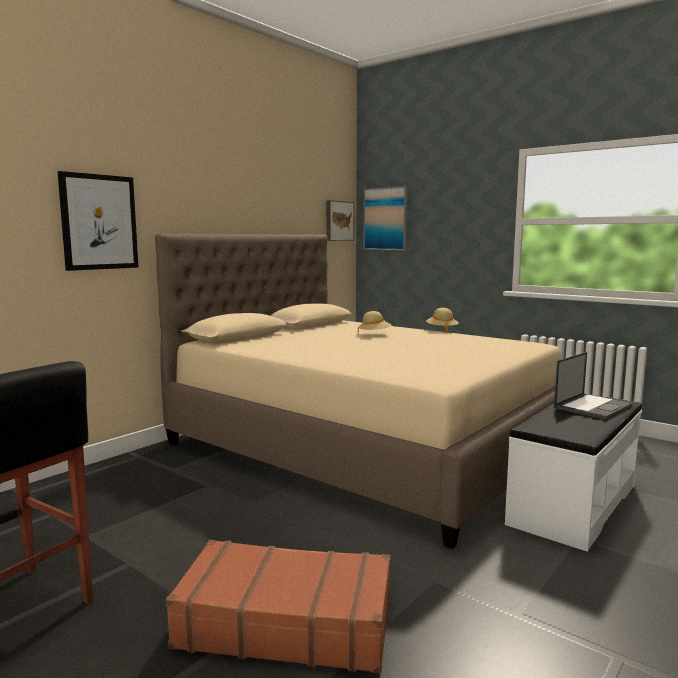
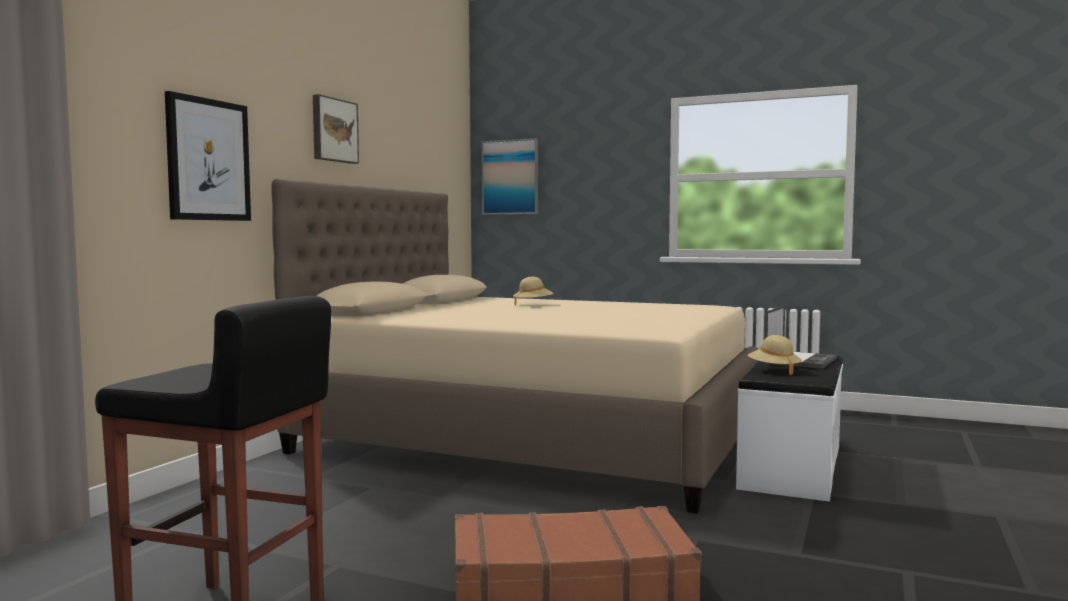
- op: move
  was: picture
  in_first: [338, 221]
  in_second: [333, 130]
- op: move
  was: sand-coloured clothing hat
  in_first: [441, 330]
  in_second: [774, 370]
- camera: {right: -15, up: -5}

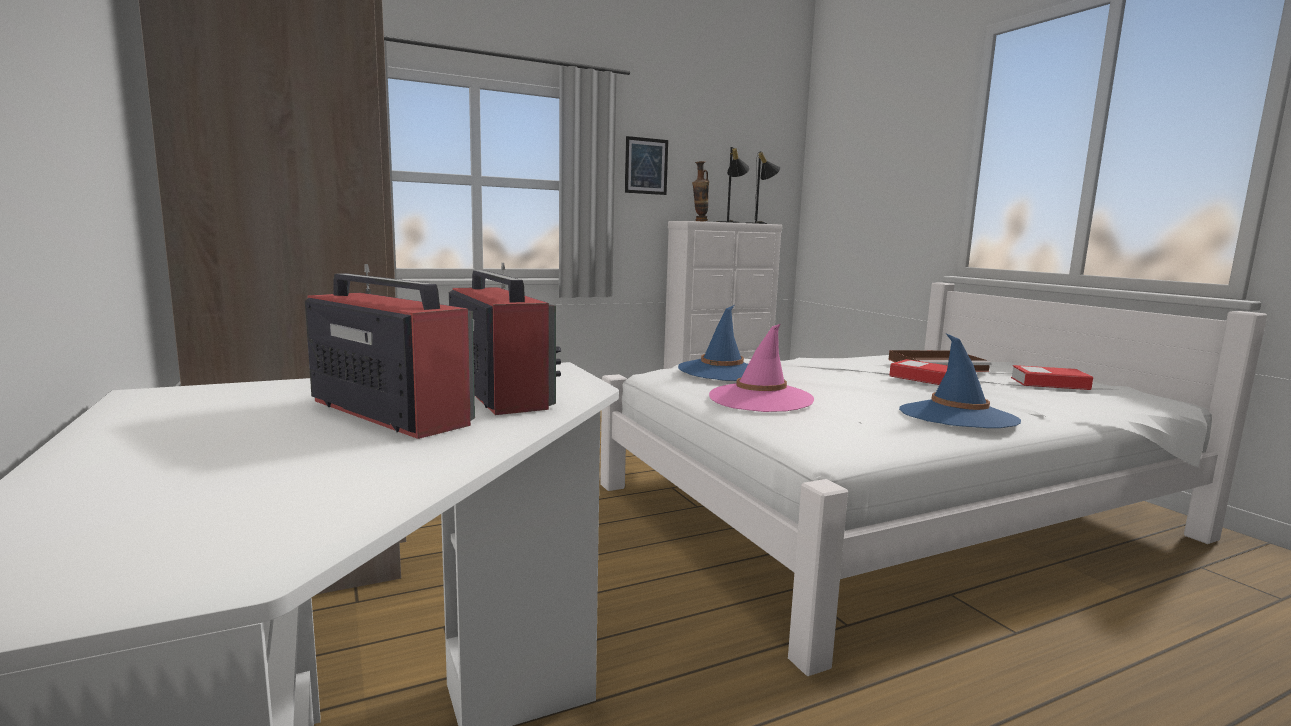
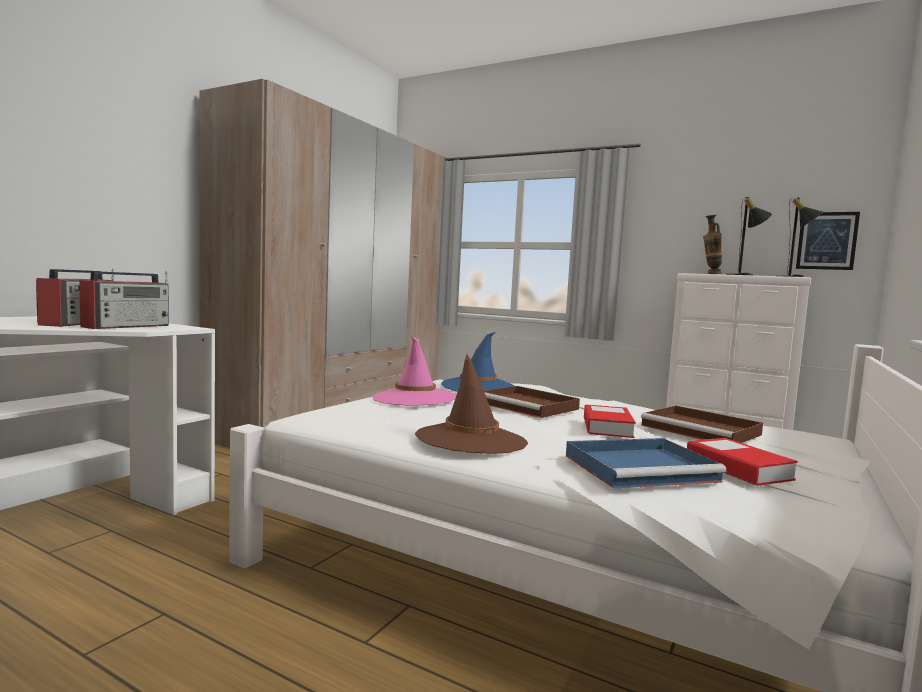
- op: recolor
  was: blue-coloured clothing hat
  now: brownish clothing hat
  in_first: [957, 416]
  in_second: [471, 440]
- op: insert
  now: brownish tray
  in_second: [529, 406]
- op: insert
  now: blue-coloured tray
  in_second: [642, 468]
- op: move
  was: picture
  in_first: [646, 166]
  in_second: [827, 241]
- camera: {right: 55, up: -5}

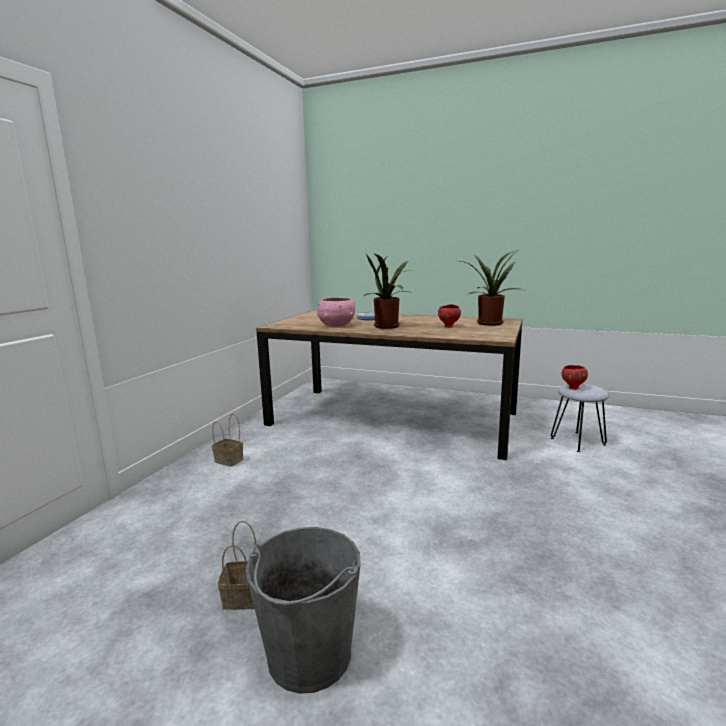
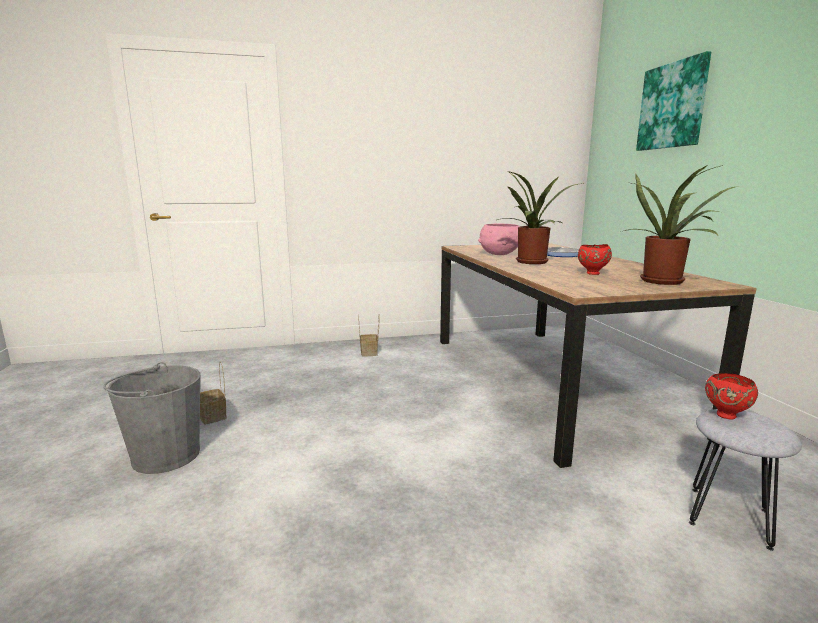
- op: insert
  now: picture
  in_second: [672, 106]
- camera: {right: 55, up: 0}

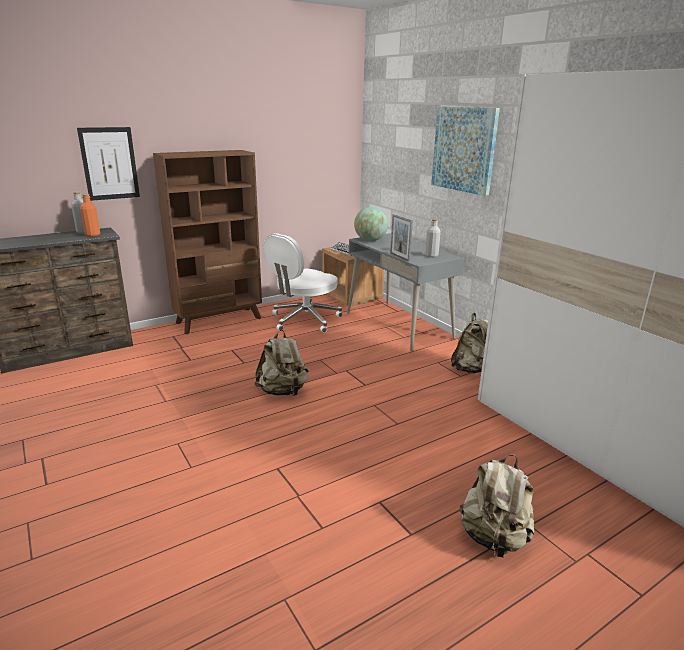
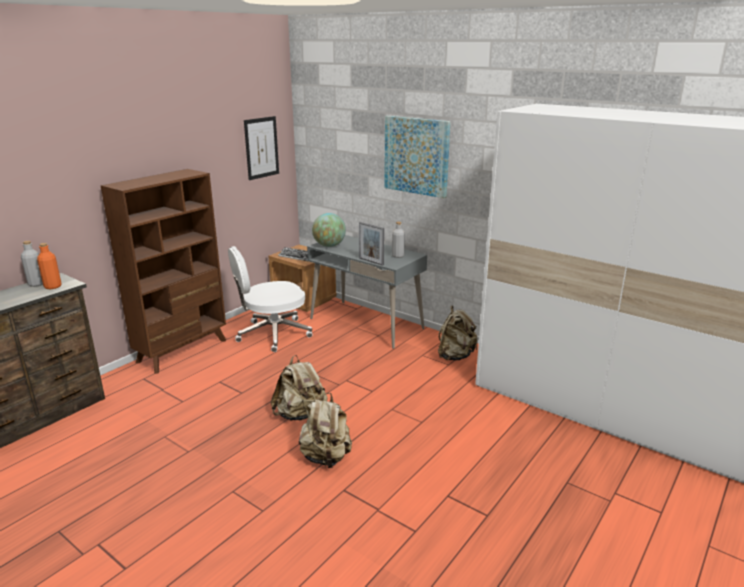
- op: rotate
  was: whitish office chair
  in_first: [304, 320]
  in_second: [272, 334]
  clockwise: 45
- op: move
  was: picture
  in_first: [109, 163]
  in_second: [261, 148]
- op: move
  was: sand-coloured backpack
  in_first: [493, 538]
  in_second: [326, 457]
- camera: {right: -20, up: 0}

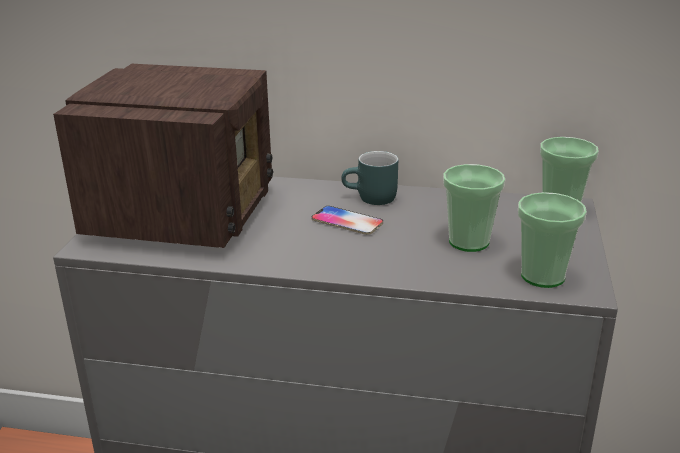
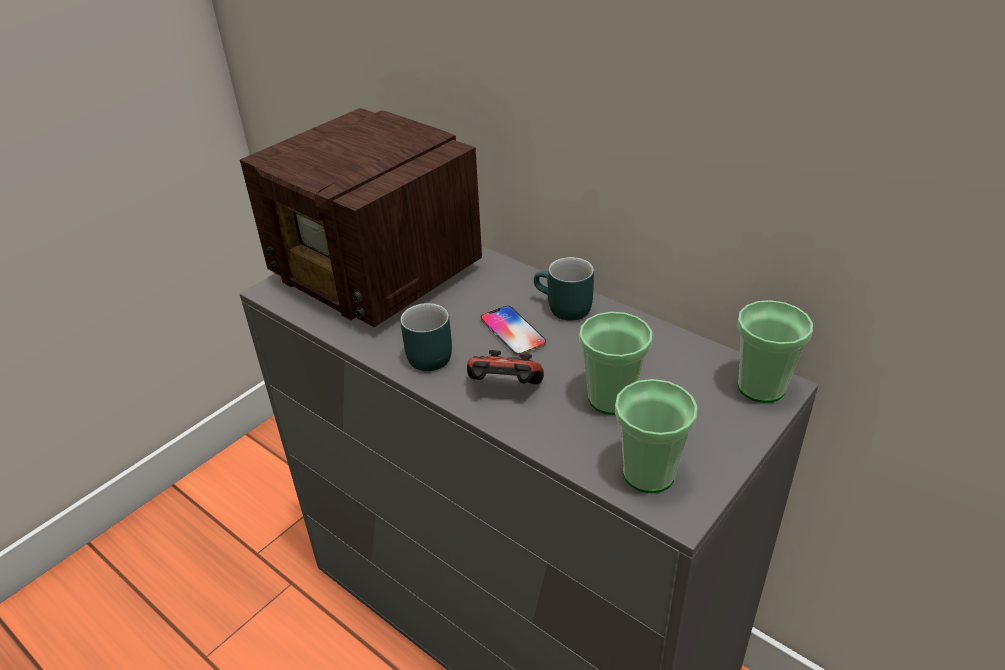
- op: rotate
  was: radio set
  in_first: [185, 213]
  in_second: [378, 275]
  clockwise: 90
- op: insert
  now: turquoise-coloured coffee mug
  in_second: [428, 353]
- op: insert
  now: joypad
  in_second: [504, 389]
- camera: {right: 30, up: 10}

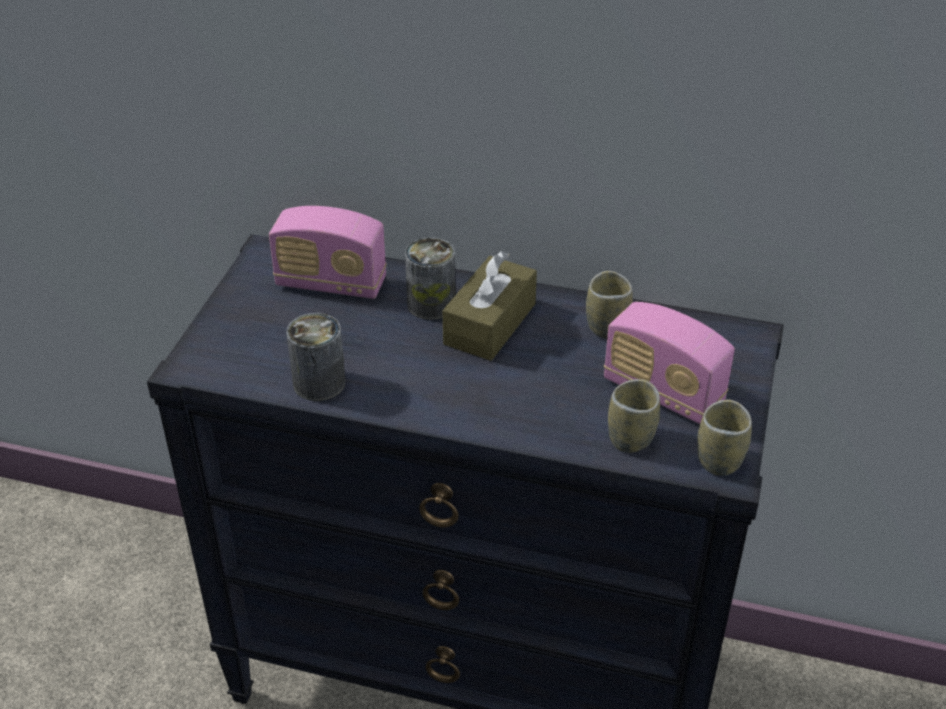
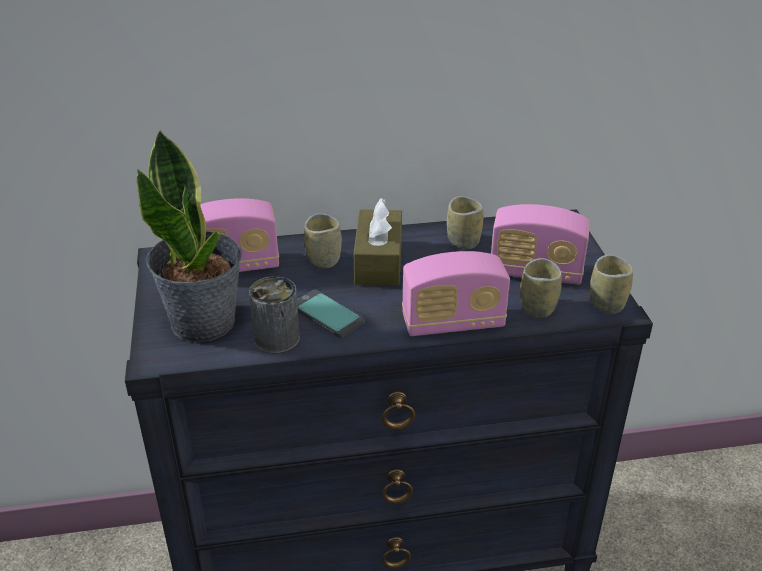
- op: insert
  now: houseplant
  in_second: [204, 321]
- op: insert
  now: telephone
  in_second: [327, 315]
- op: replace
  was: sealed can
  now: drinking cup
  in_first: [431, 304]
  in_second: [323, 259]
- op: insert
  now: radio set
  in_second: [453, 323]
- camera: {right: -25, up: -5}

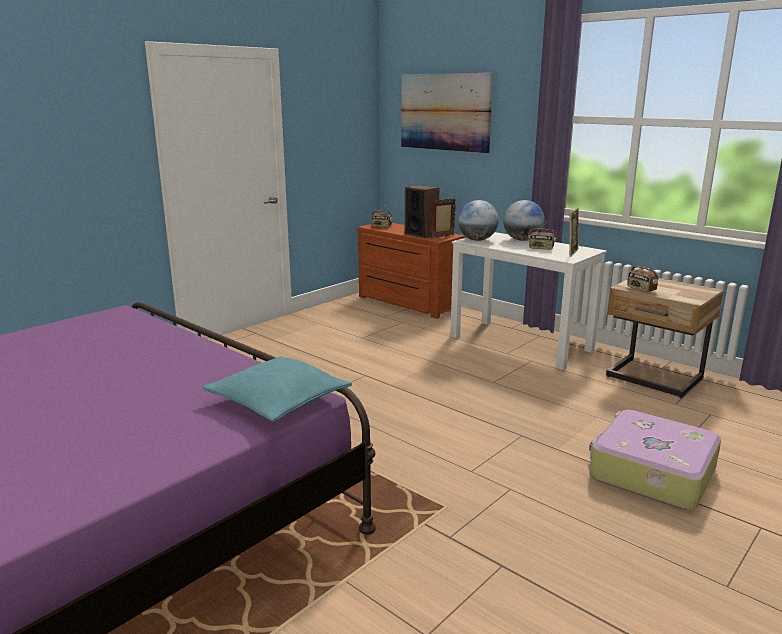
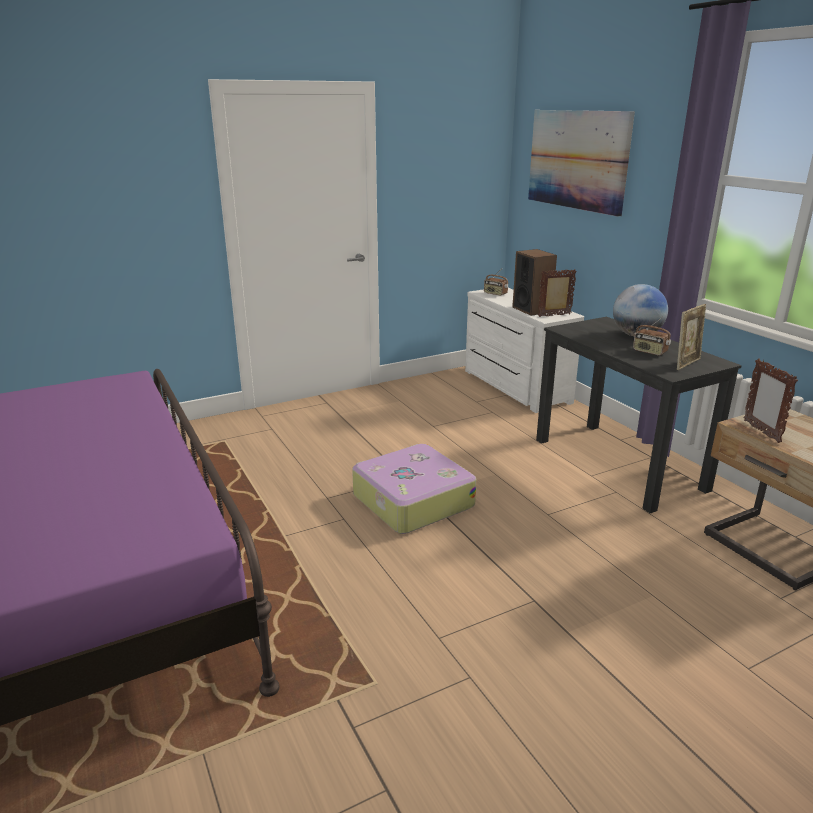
- op: move
  was: suitcase
  in_first: [650, 472]
  in_second: [411, 500]
- op: recolor
  was: brownish drawer chest
  now: whitish drawer chest
  in_first: [406, 303]
  in_second: [513, 387]
- op: recolor
  was: whitish desk table
  now: black-coloured desk table
  in_first: [520, 343]
  in_second: [618, 464]
- op: replace
  was: radio set
  now: standing frame
  in_first: [641, 289]
  in_second: [761, 431]
- op: delete
  was: turquoise-coloured pillow
  in_first: [278, 401]
- op: delete
  was: world globe
  in_first: [477, 240]
- camera: {right: 20, up: 5}

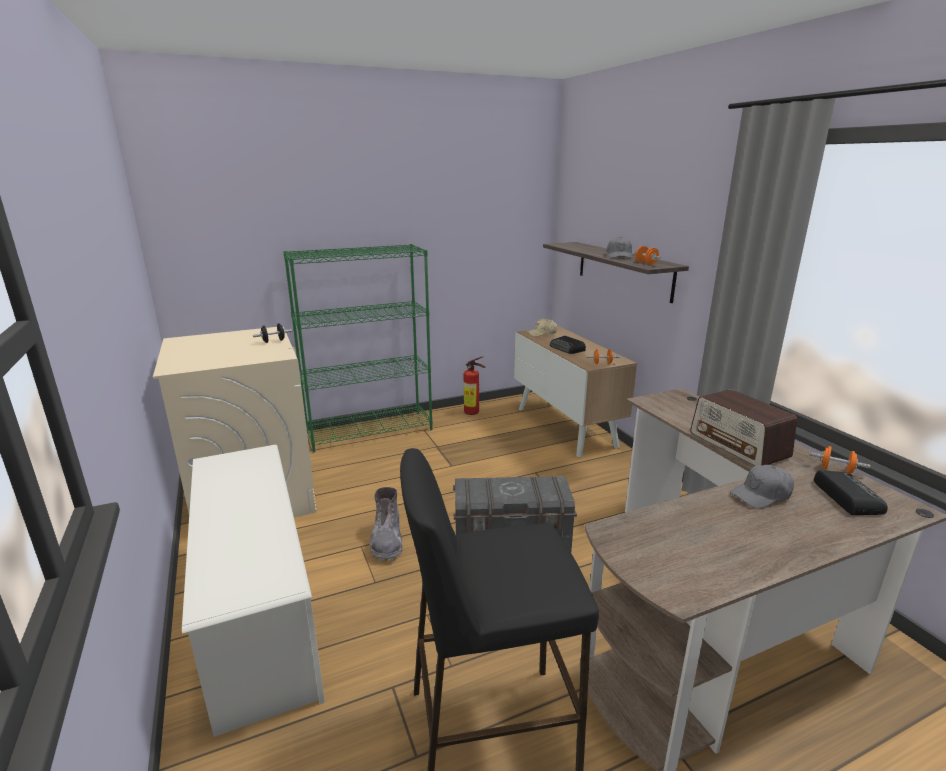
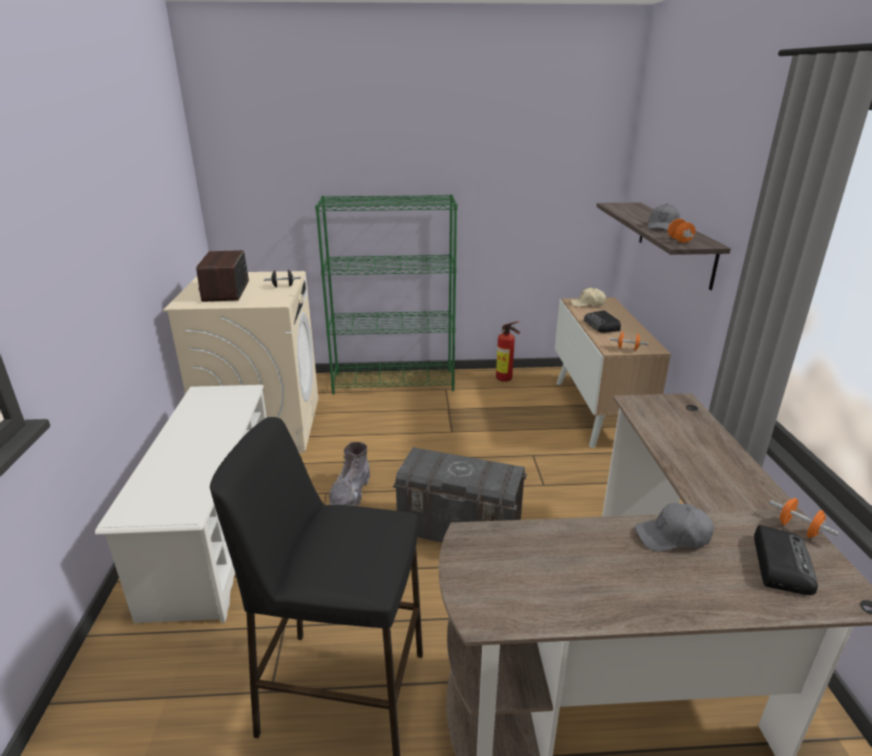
- op: move
  was: radio set
  in_first: [738, 445]
  in_second: [226, 291]
- camera: {right: 20, up: 5}

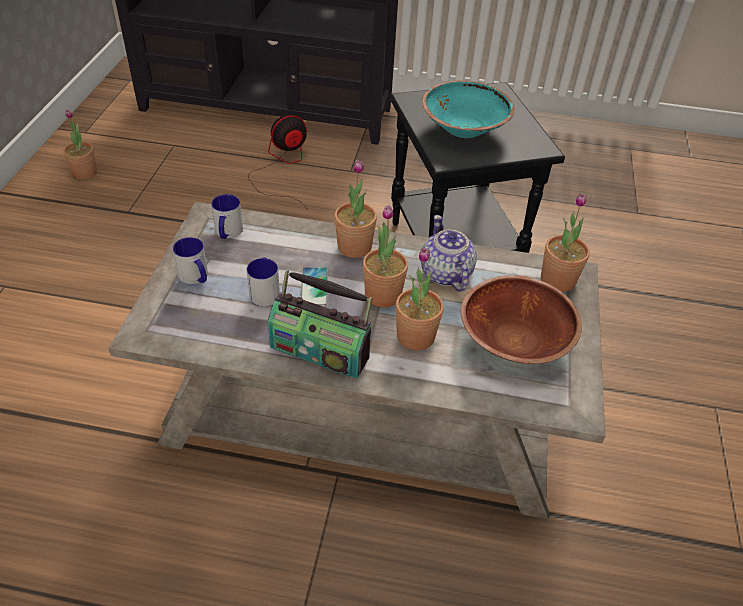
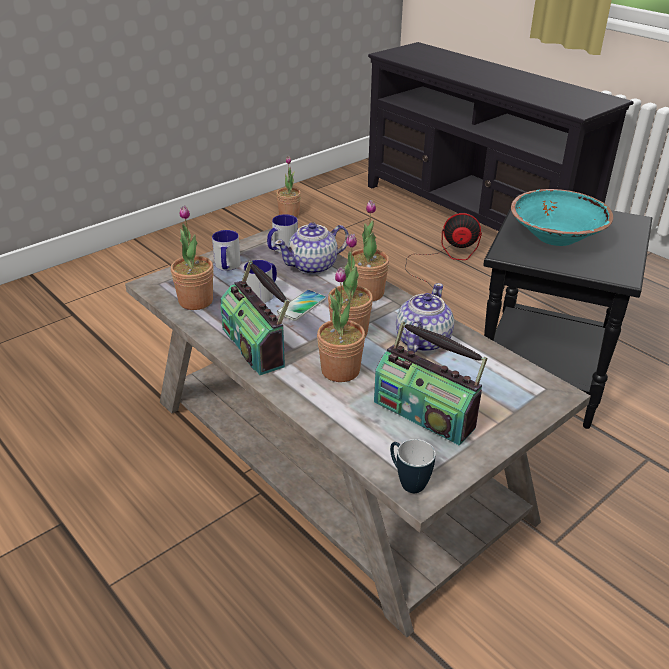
- op: move
  was: houseplant
  in_first: [557, 280]
  in_second: [196, 301]
- op: insert
  now: teapot
  in_second: [313, 266]
- op: replace
  was: brownish serving bowl
  now: radio set
  in_first: [515, 340]
  in_second: [425, 413]
- op: insert
  now: coffee mug
  in_second: [407, 482]
- camera: {right: 40, up: -10}

